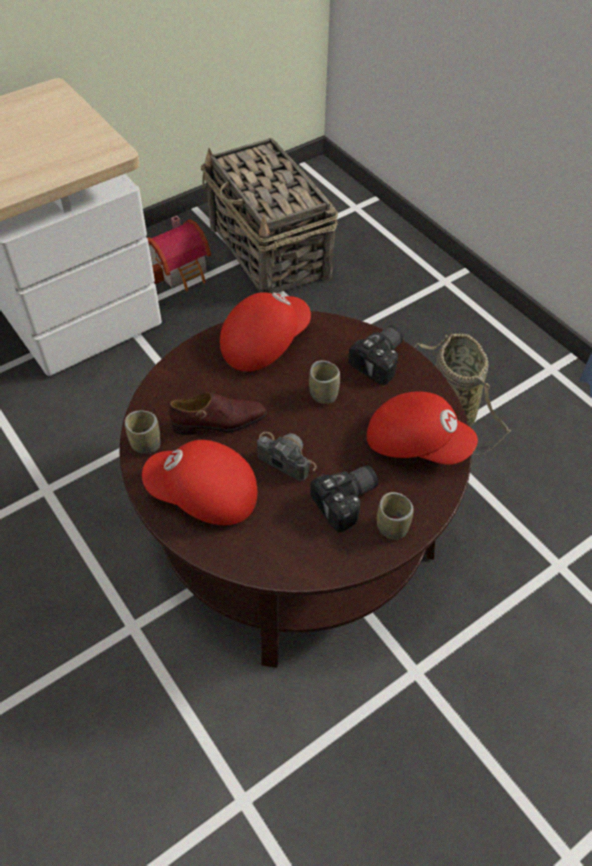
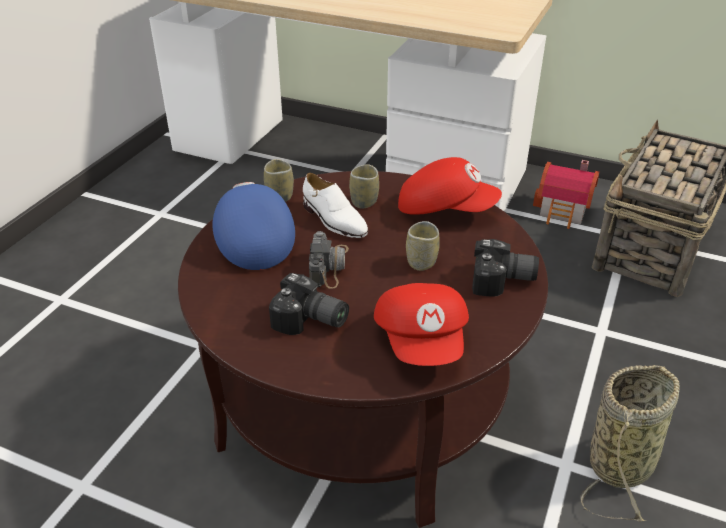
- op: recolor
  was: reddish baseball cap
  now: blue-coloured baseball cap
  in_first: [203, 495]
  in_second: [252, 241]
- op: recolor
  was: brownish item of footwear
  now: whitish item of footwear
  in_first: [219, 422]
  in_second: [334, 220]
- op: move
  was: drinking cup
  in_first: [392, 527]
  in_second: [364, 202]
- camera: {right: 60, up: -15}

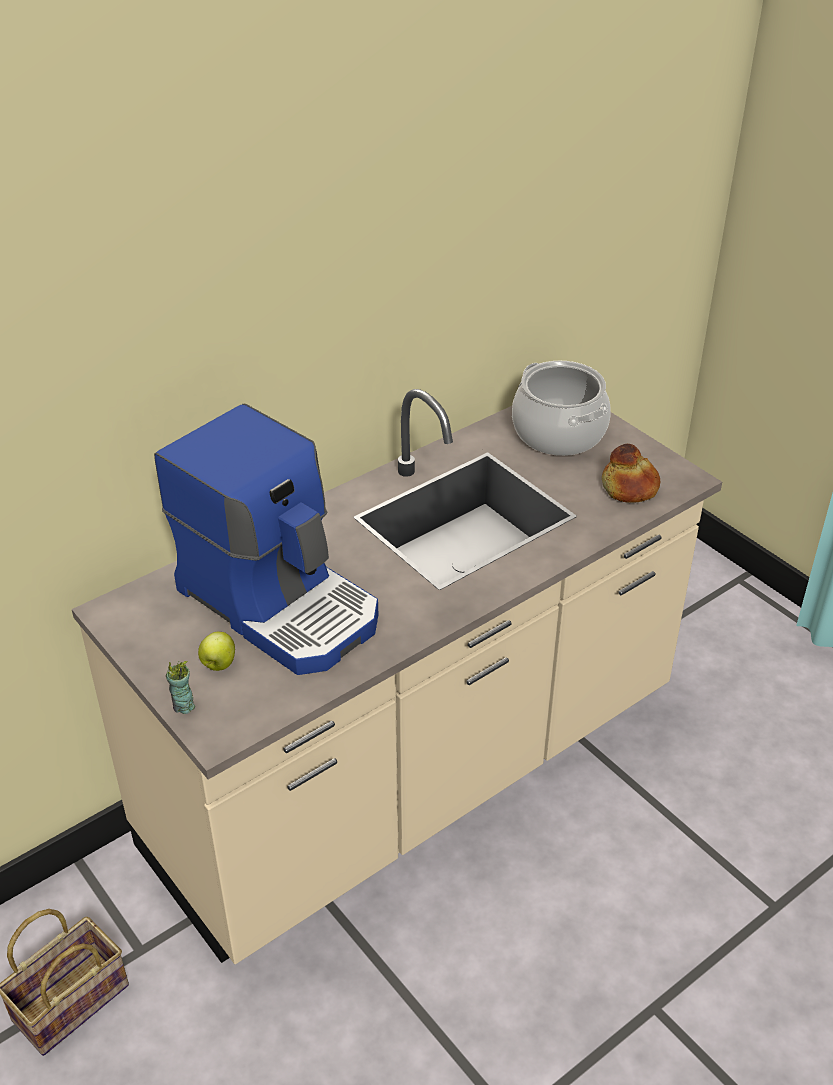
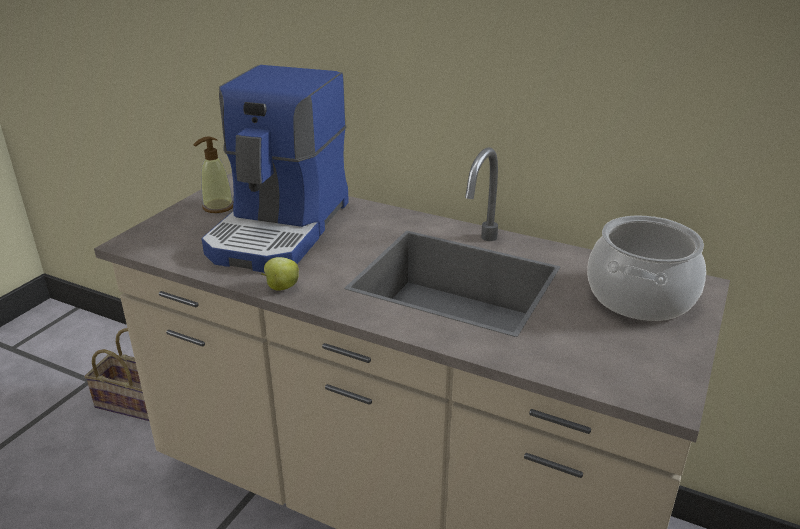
- op: insert
  now: soap dispenser
  in_second: [218, 207]
- op: move
  was: apple
  in_first: [218, 664]
  in_second: [281, 287]
- op: delete
  was: drinking cup
  in_first: [183, 706]
- op: delete
  was: bakery bread
  in_first: [630, 487]
- camera: {right: 65, up: -10}

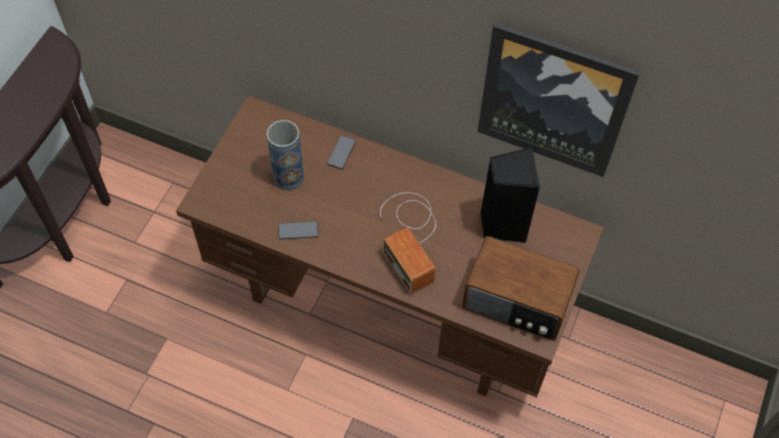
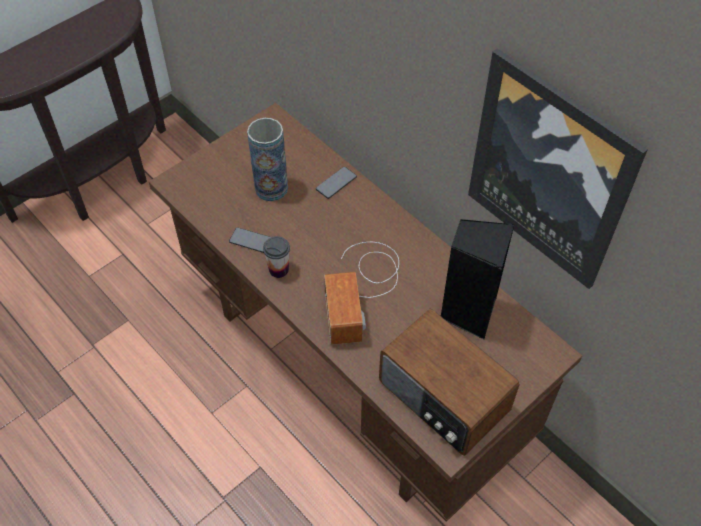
- op: insert
  now: drinking cup
  in_second: [278, 269]
- camera: {right: 25, up: -5}

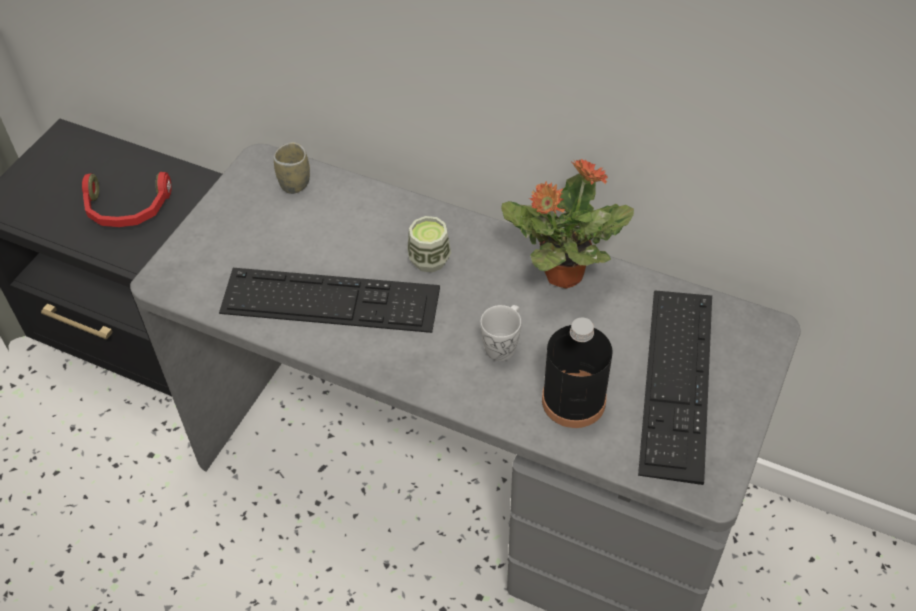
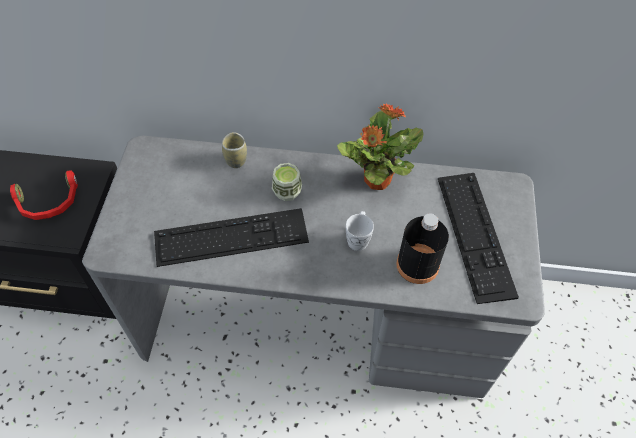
- op: move
  was: drinking cup
  in_first: [295, 183]
  in_second: [236, 160]
- camera: {right: -20, up: 5}

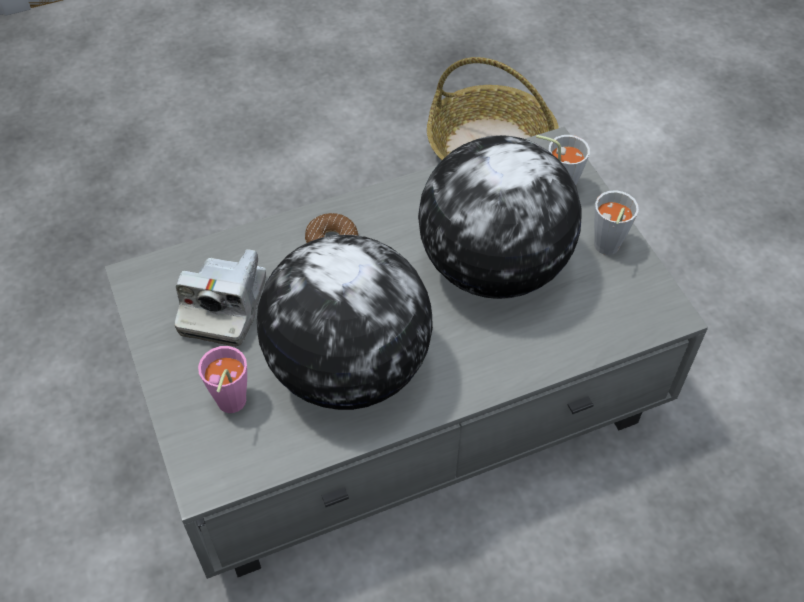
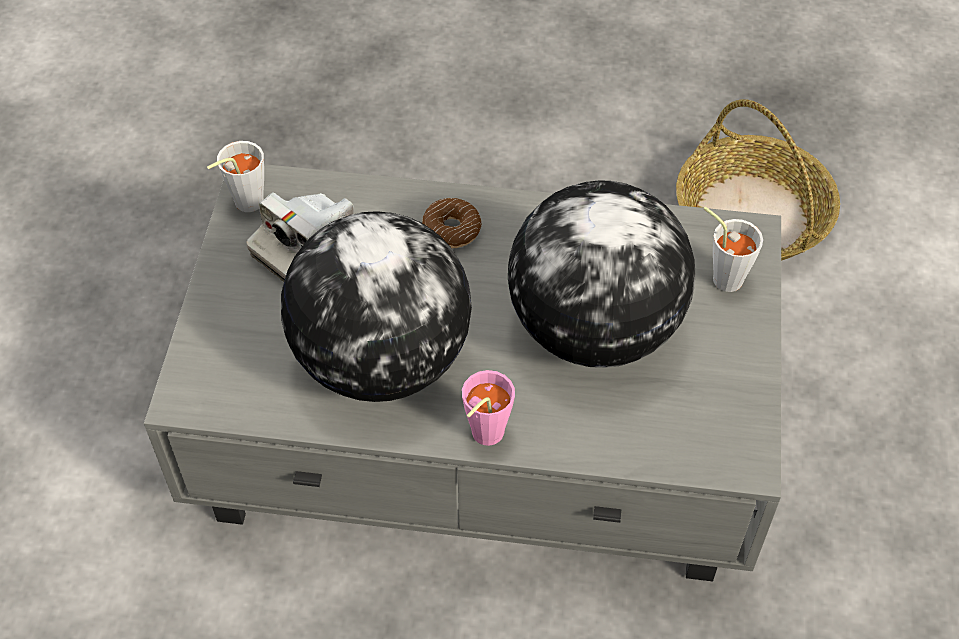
- op: move
  was: grey drinking cup
  in_first: [605, 249]
  in_second: [243, 204]
- op: move
  was: pink-coloured drinking cup
  in_first: [230, 406]
  in_second: [482, 437]
- camera: {right: 30, up: 0}

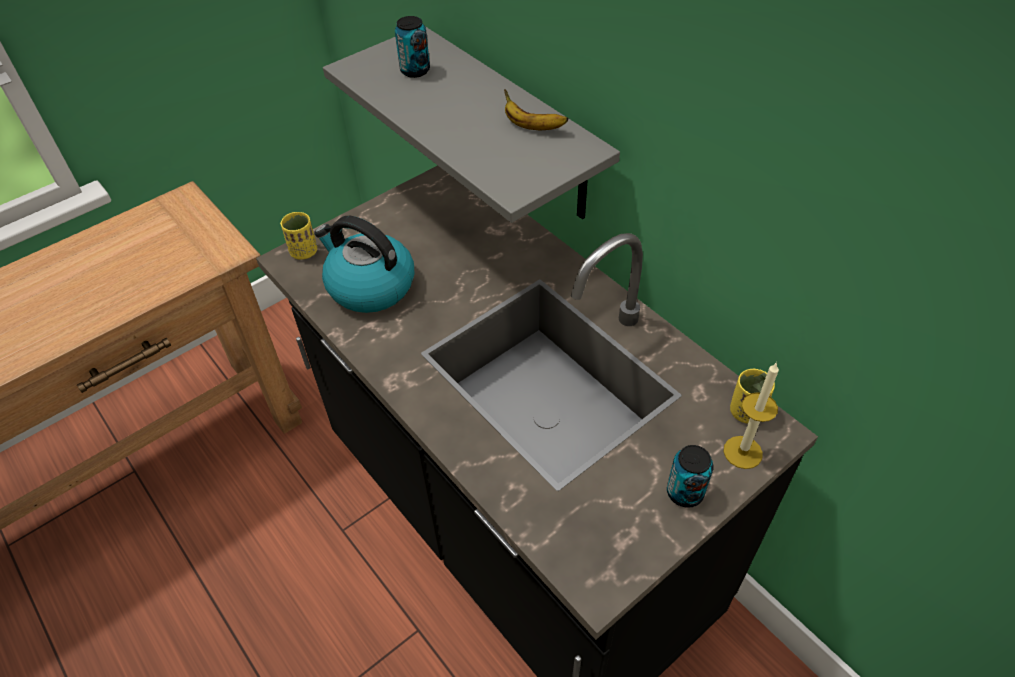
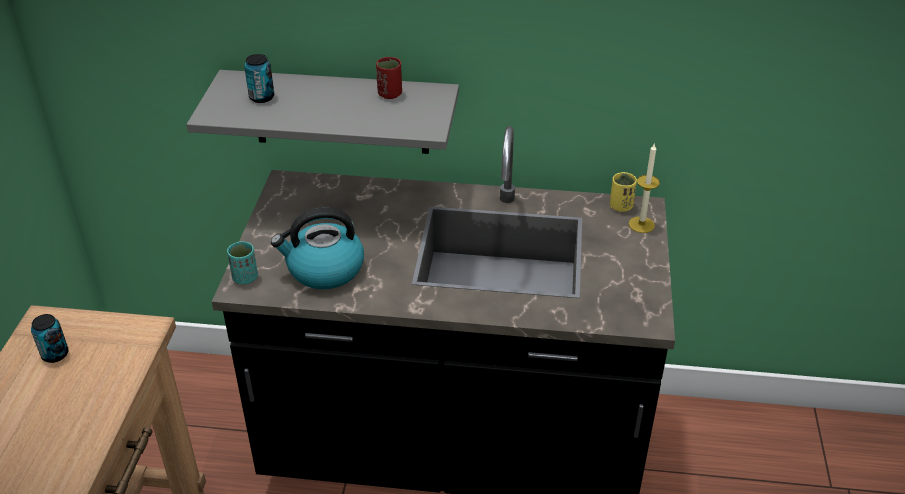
- op: move
  was: sealed can
  in_first: [685, 492]
  in_second: [55, 354]
- op: recolor
  was: yellow drinking cup
  now: turquoise-coloured drinking cup
  in_first: [304, 252]
  in_second: [245, 278]
- op: replace
  was: banana fruit
  now: reddish drinking cup
  in_first: [532, 126]
  in_second: [390, 94]
- camera: {right: -45, up: -10}

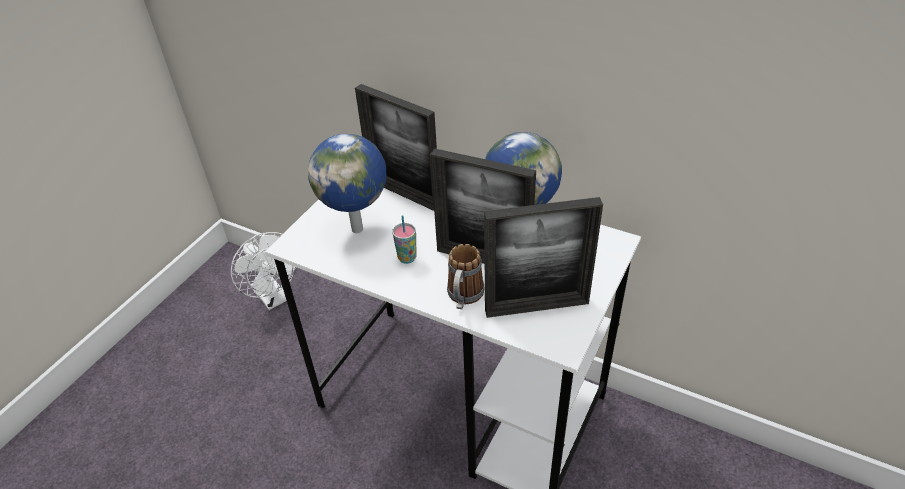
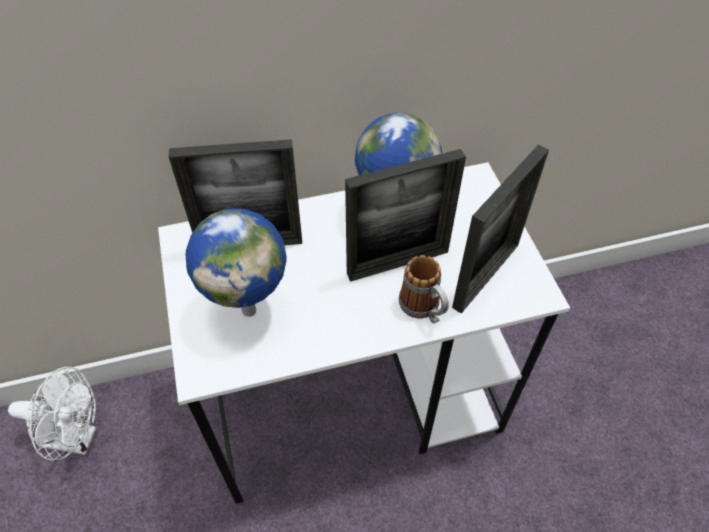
- op: delete
  was: drinking cup
  in_first: [407, 258]
- camera: {right: -45, up: 10}

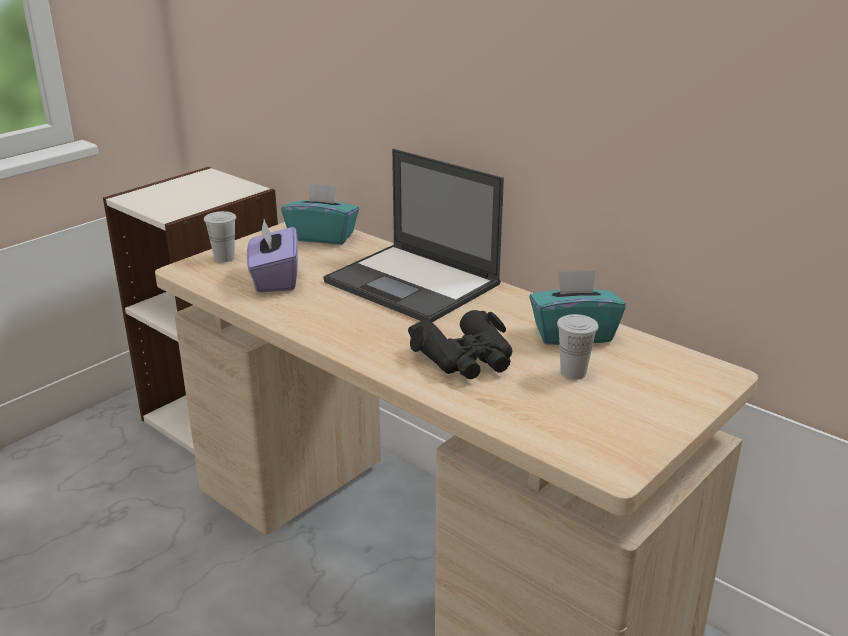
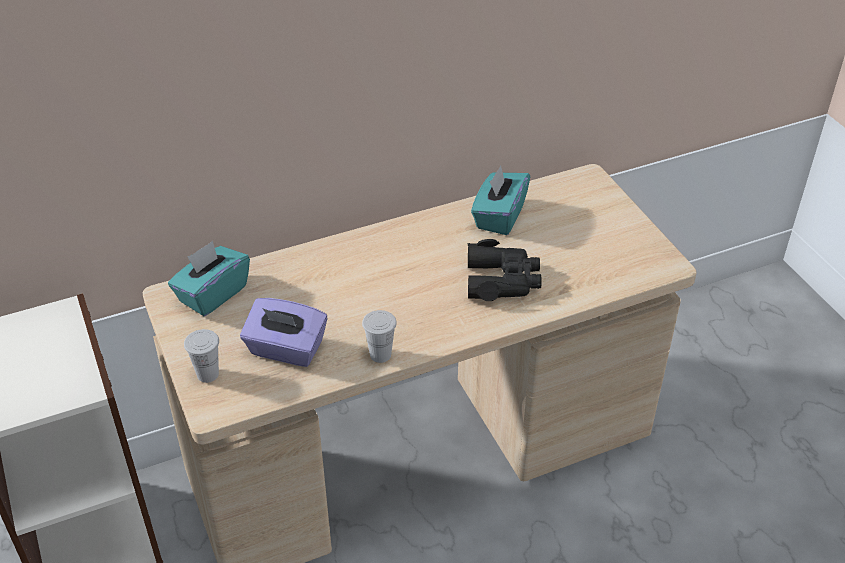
- op: move
  was: whitish drinking cup
  in_first: [573, 373]
  in_second: [380, 355]
- op: delete
  was: portable computer
  in_first: [414, 283]
- camera: {right: -65, up: 15}

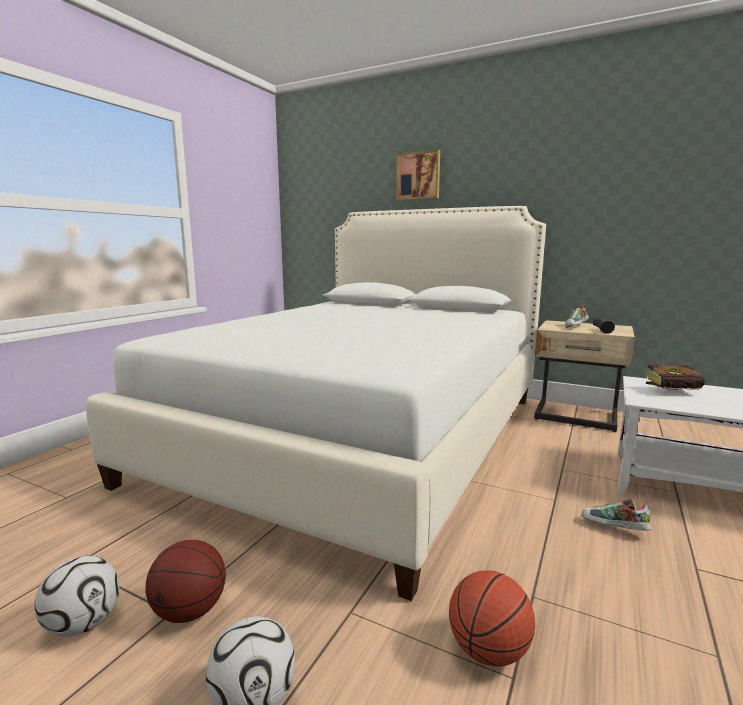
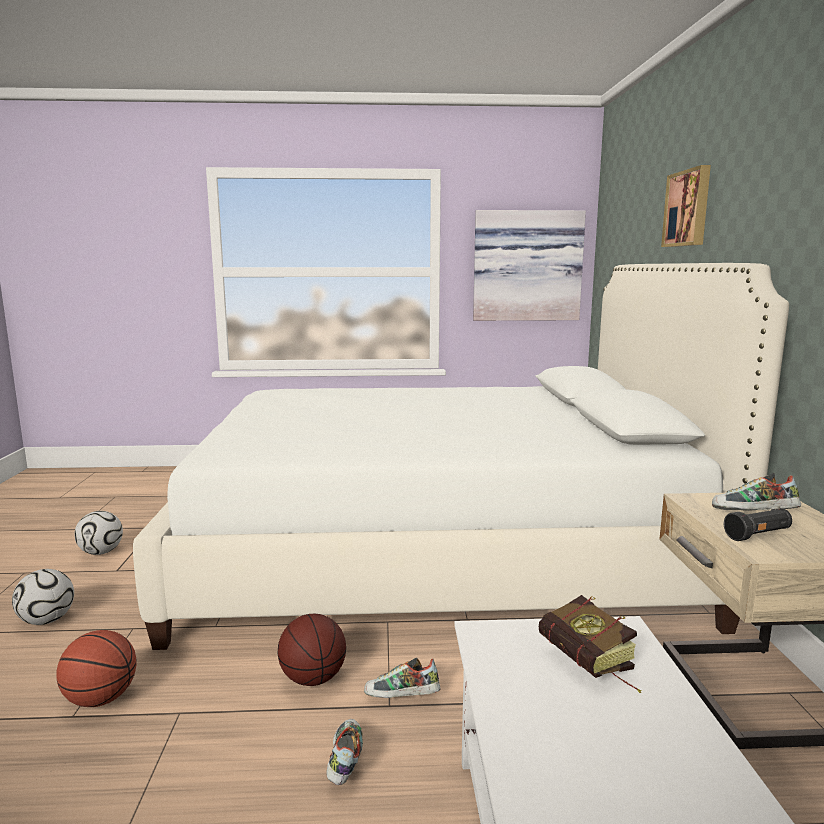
- op: move
  was: basketball ball
  in_first: [190, 611]
  in_second: [313, 679]
- op: insert
  now: item of footwear
  in_second: [401, 698]
- op: insert
  now: picture
  in_second: [526, 266]
- camera: {right: 60, up: 0}

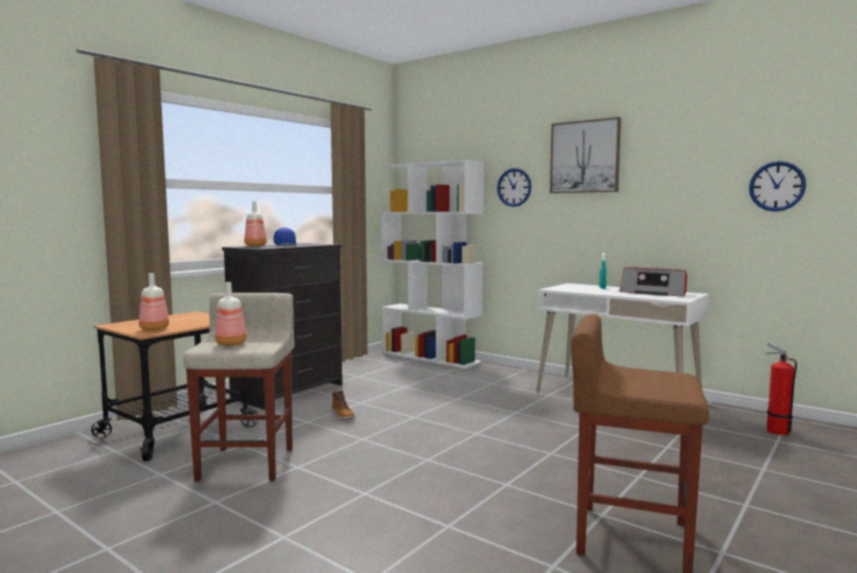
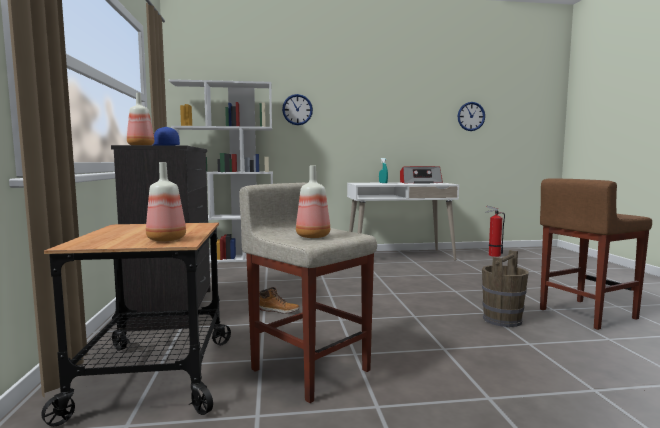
- op: insert
  now: brownish bucket
  in_second: [502, 320]
- op: delete
  was: picture
  in_first: [585, 157]
- camera: {right: -45, up: 0}

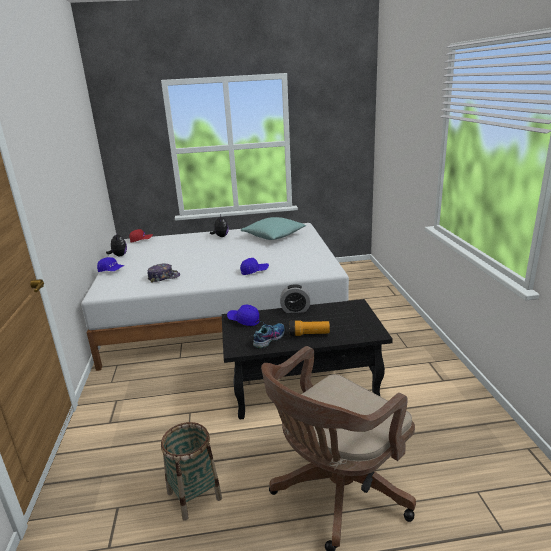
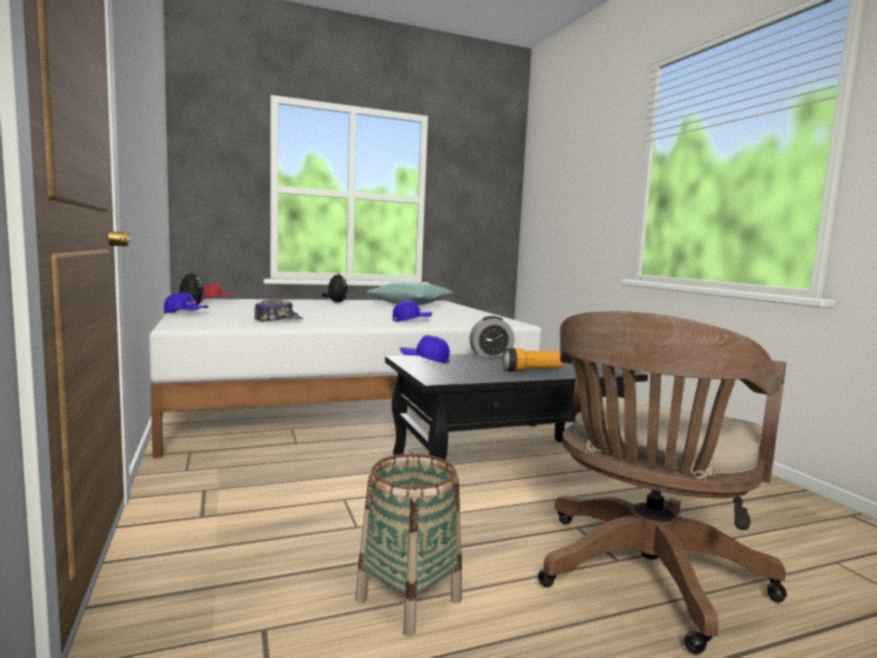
- op: delete
  was: item of footwear
  in_first: [269, 338]
- camera: {right: -15, up: -15}

